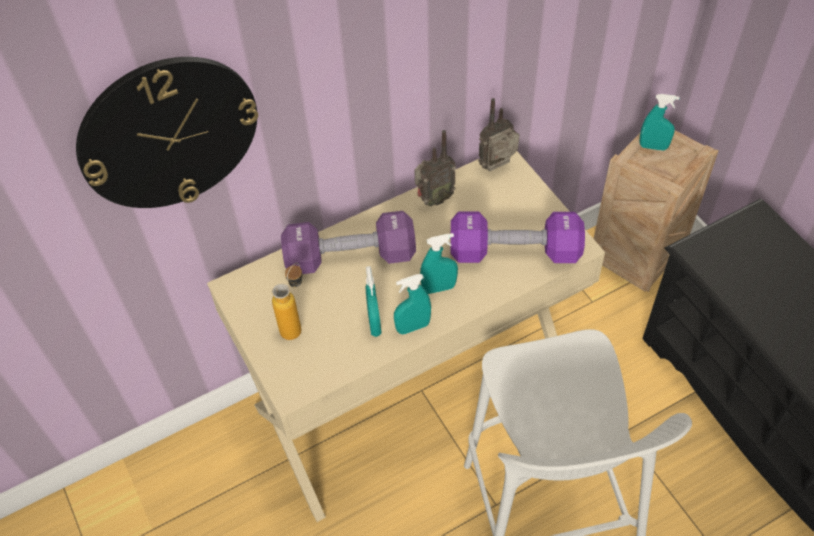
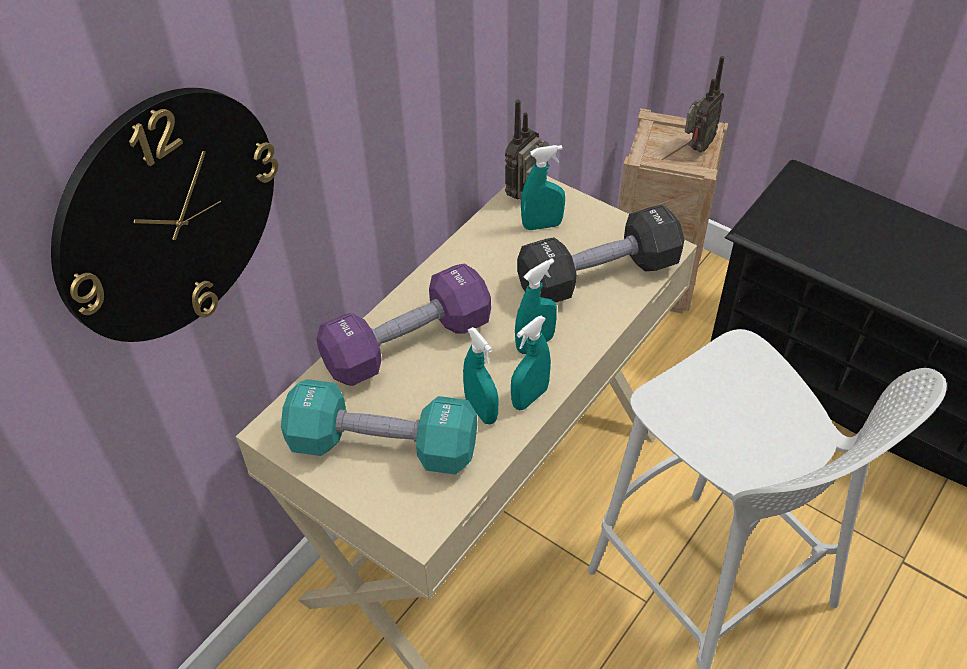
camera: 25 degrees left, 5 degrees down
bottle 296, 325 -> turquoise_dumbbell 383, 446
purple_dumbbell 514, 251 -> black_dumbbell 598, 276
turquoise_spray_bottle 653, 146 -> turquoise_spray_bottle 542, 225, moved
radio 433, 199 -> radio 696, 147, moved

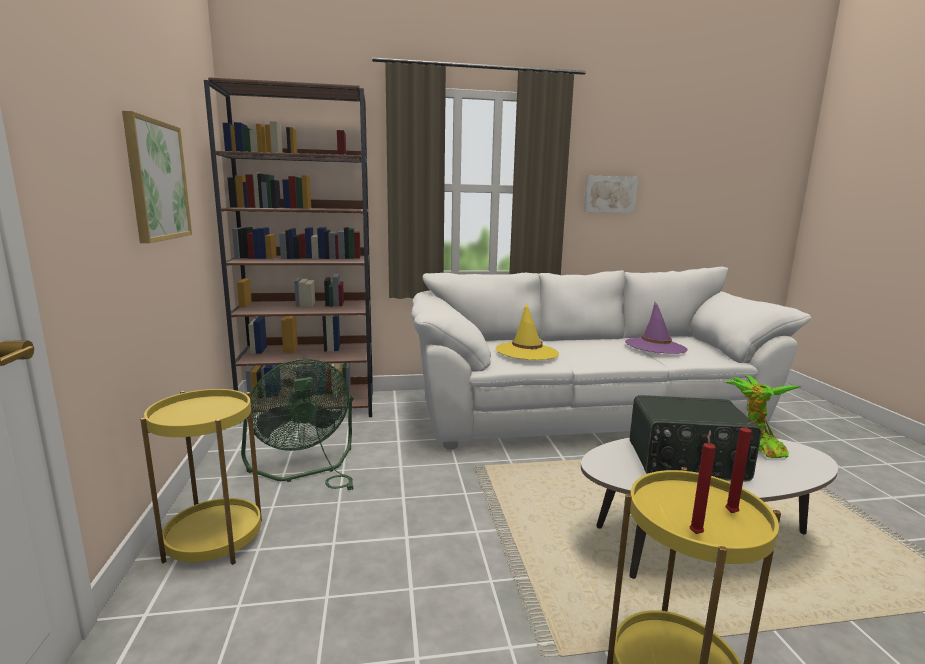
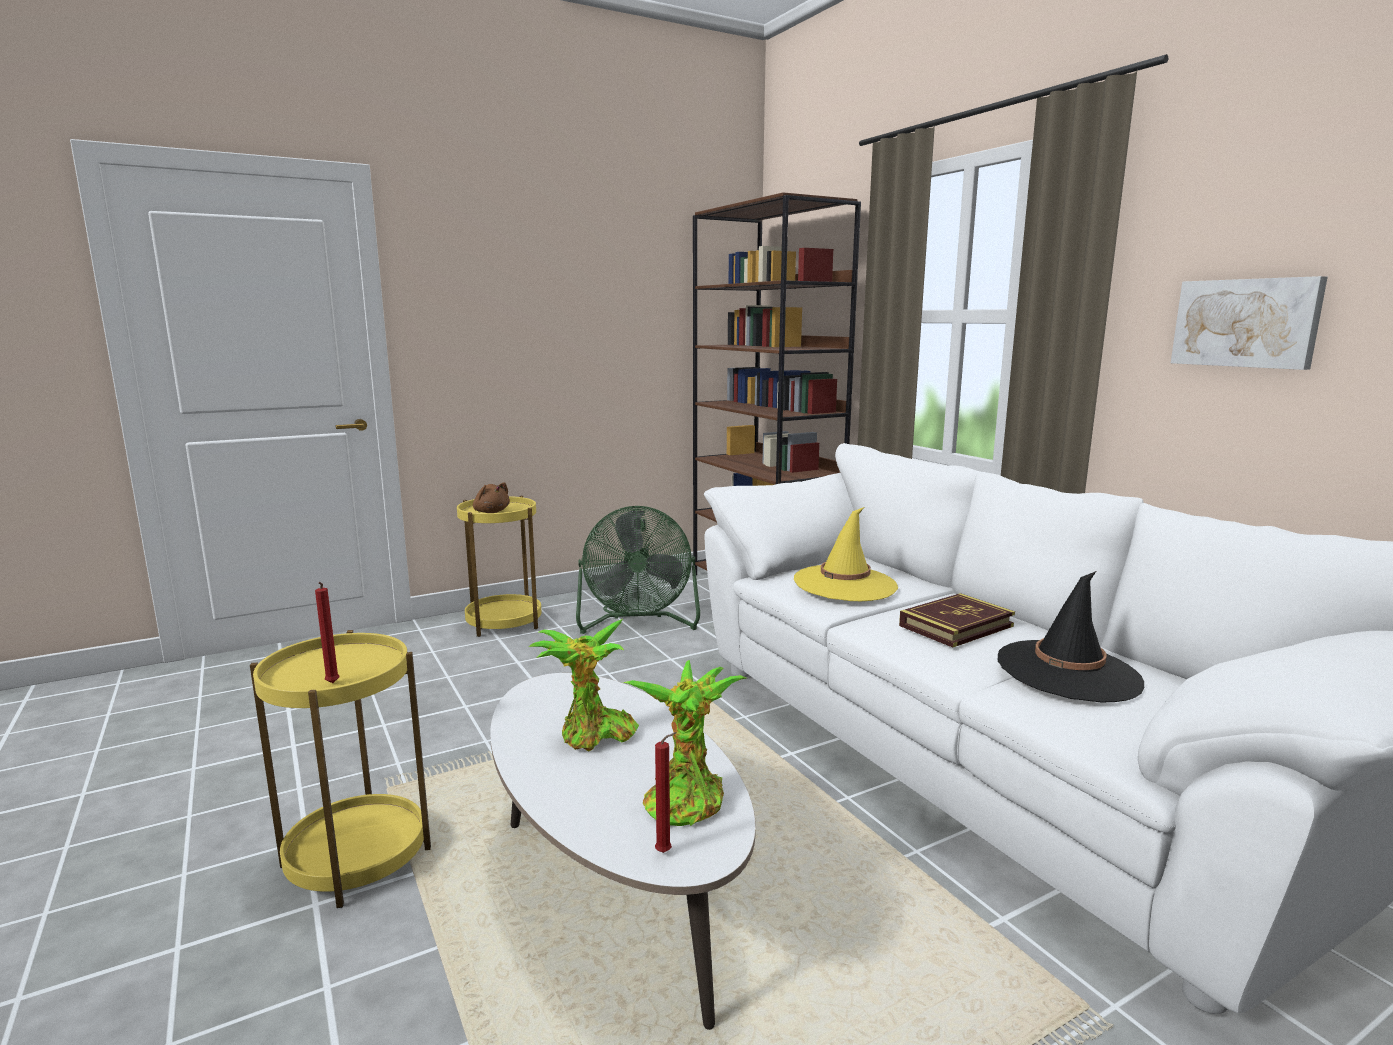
camera: 70 degrees right, 0 degrees up
none -> brown_plush_toy 491, 512
radio 687, 462 -> potted_plant 593, 736
green_fan 310, 468 -> green_fan 634, 622, 135 degrees clockwise
red_candle 696, 532 -> red_candle 666, 853, moved
none -> book 956, 626
purple_hat 655, 346 -> black_hat 1068, 671
picture 157, 180 -> none

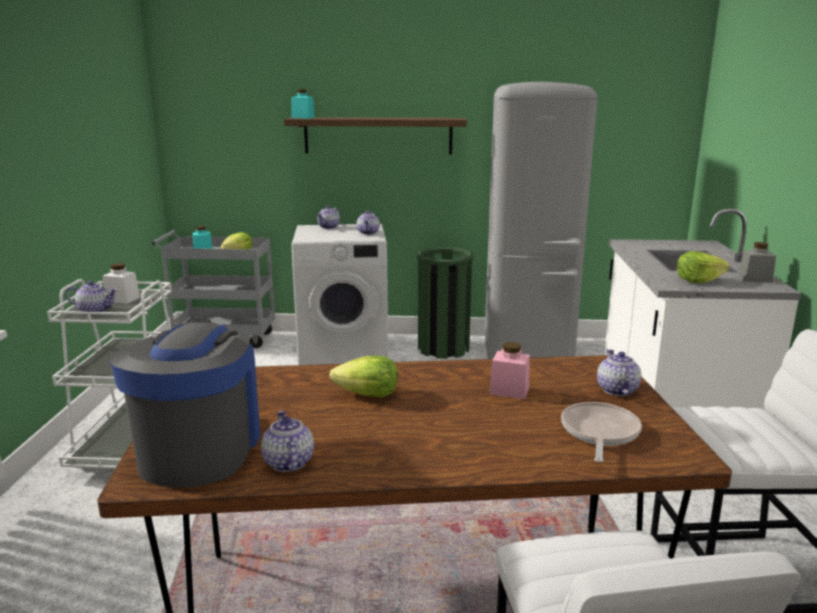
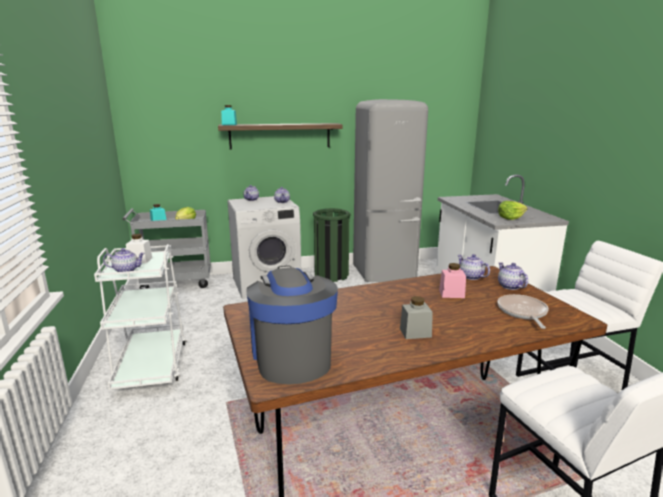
camera: 15 degrees left, 0 degrees up
grey_jar 755, 279 -> grey_jar 415, 333, moved
teapot 287, 462 -> teapot 471, 276, moved
lettuce 368, 394 -> none

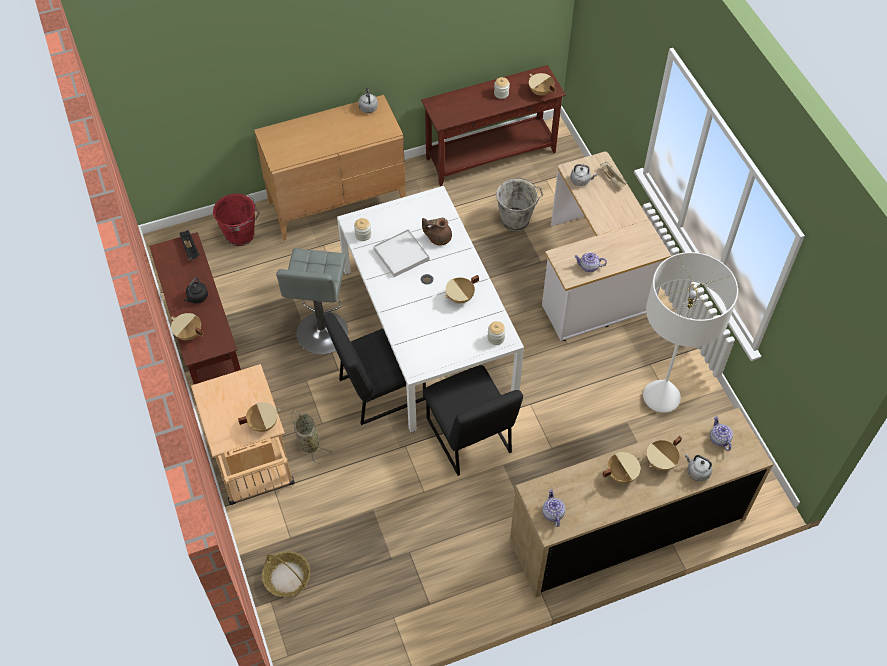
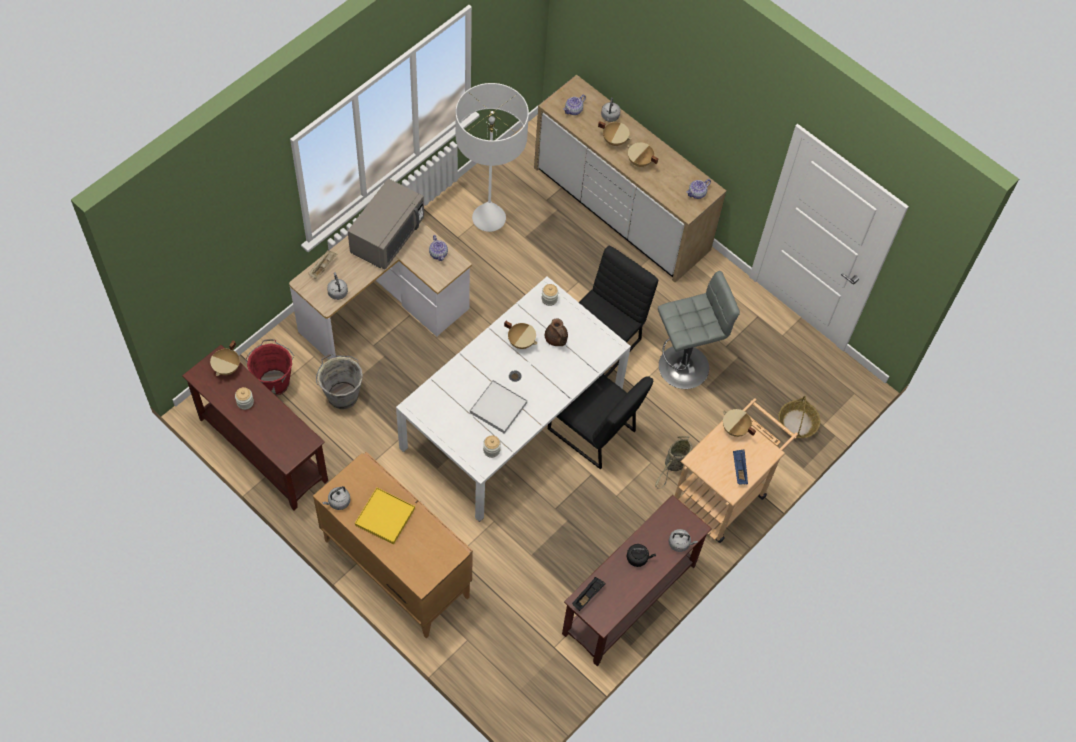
camera: 120 degrees left, 5 degrees up
red_bucket 241, 235 -> red_bucket 274, 381, moved
none -> grey_microwave 387, 237
none -> yellow_tray 385, 517
brown_teapot 438, 238 -> brown_teapot 556, 339, moved
grey_stool 321, 333 -> grey_stool 684, 367, moved
beige_cooking_pot 188, 334 -> grey_kettle 680, 543
none -> blue_tray 739, 469

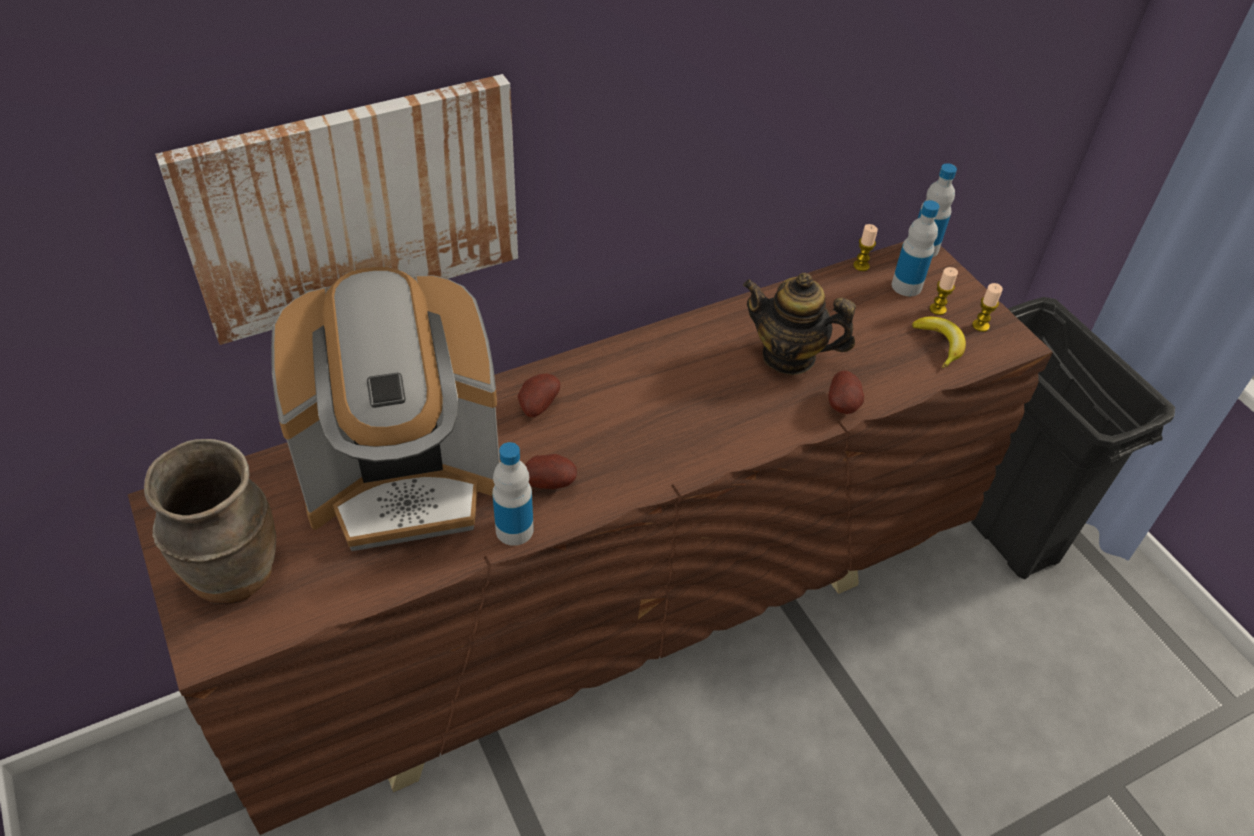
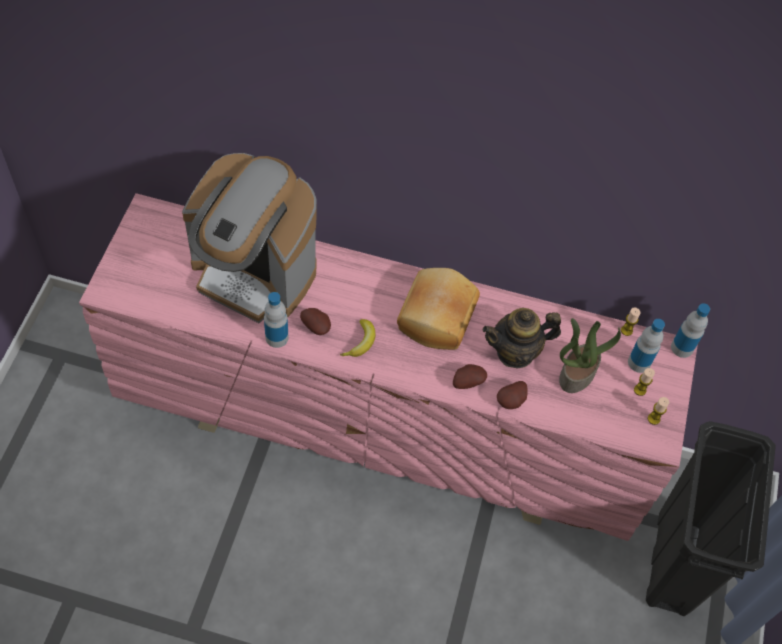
camera: 40 degrees right, 10 degrees up
brown_cabinet 615, 626 -> pink_cabinet 381, 436
banana 939, 344 -> banana 361, 342, moved
none -> bread 435, 317
potato 536, 406 -> potato 467, 381, moved
teapot 789, 356 -> teapot 515, 352, 75 degrees counterclockwise
none -> potted_plant 577, 373
brown_vase 233, 573 -> none
picture 355, 206 -> none

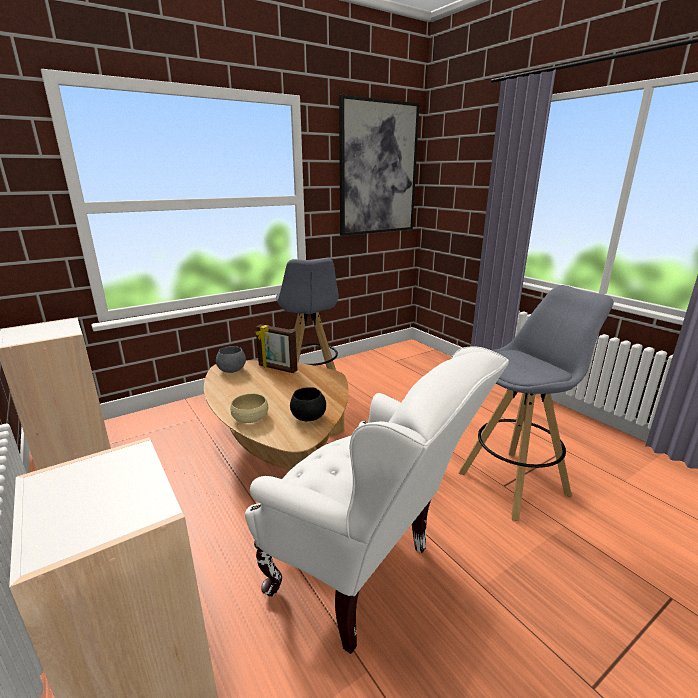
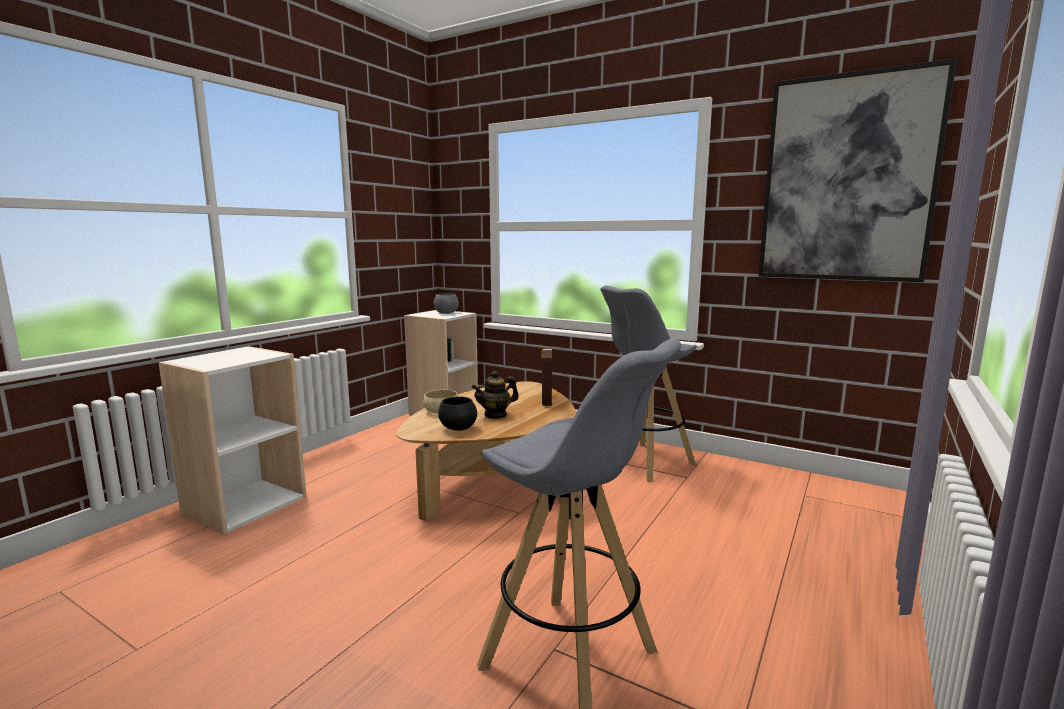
camera: 65 degrees right, 10 degrees down
grey_bowl 231, 370 -> grey_bowl 446, 313, moved
none -> teapot 495, 415
white_armchair 368, 579 -> none

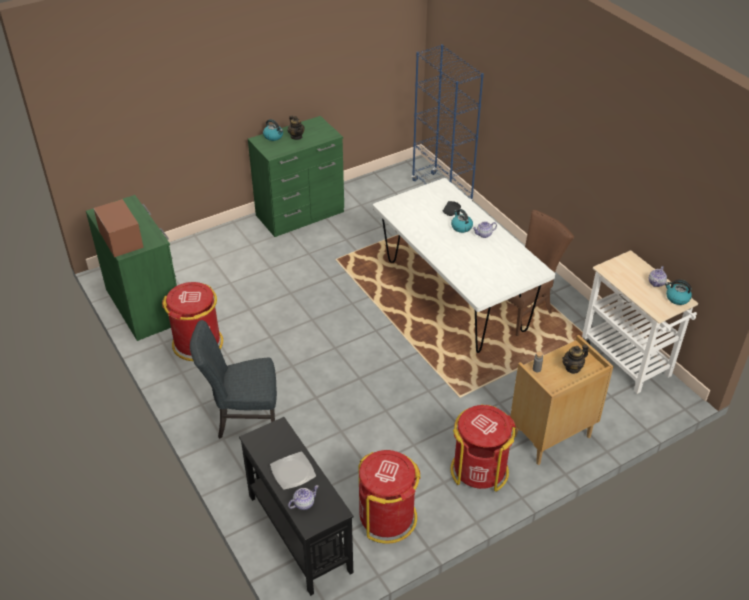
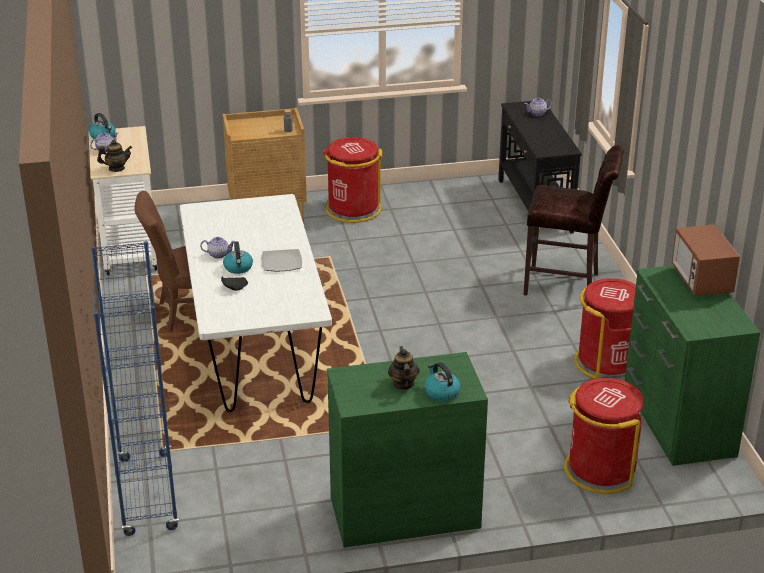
camera: 160 degrees left, 10 degrees down
teapot 573, 368 -> teapot 116, 168, moved
plate 293, 472 -> plate 281, 262, moved
grey_chair 243, 418 -> brown_stool 566, 285
red_trash_can 387, 517 -> red_trash_can 600, 469, moved

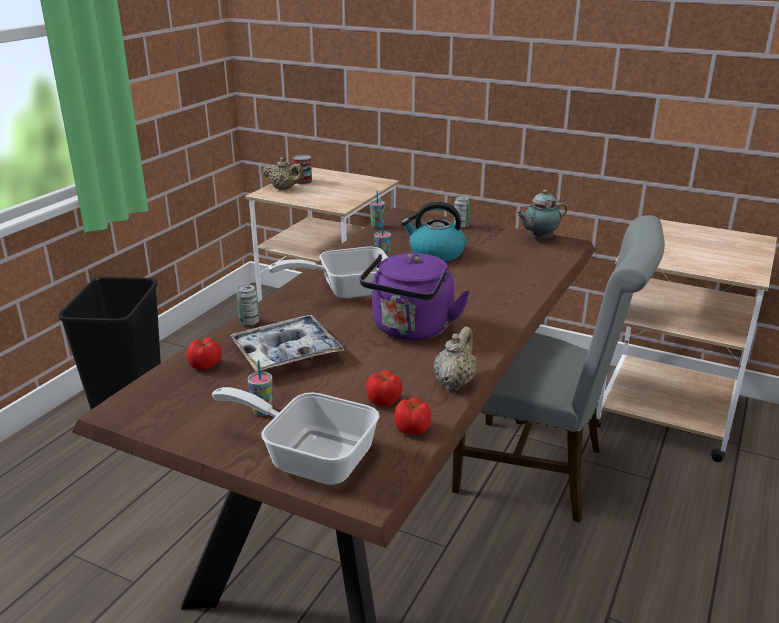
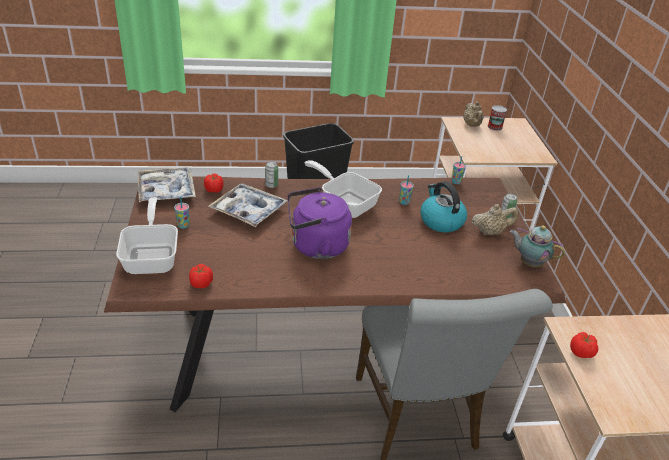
camera: 55 degrees right, 10 degrees up
none -> tray 166, 190
beige_teapot 454, 382 -> beige_teapot 491, 232, moved
tomato 384, 400 -> tomato 581, 352, moved

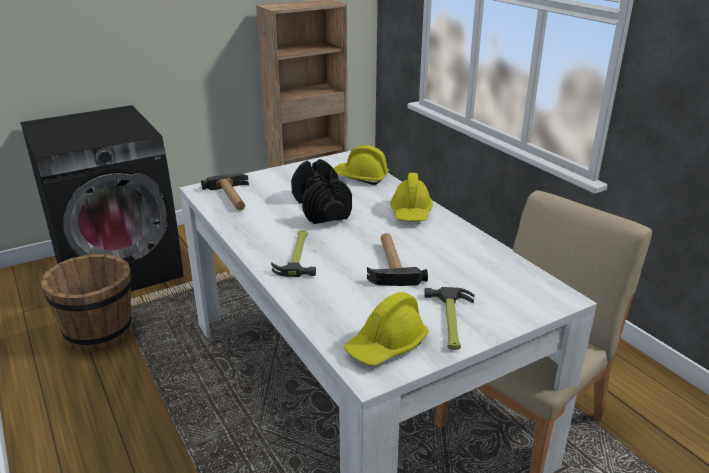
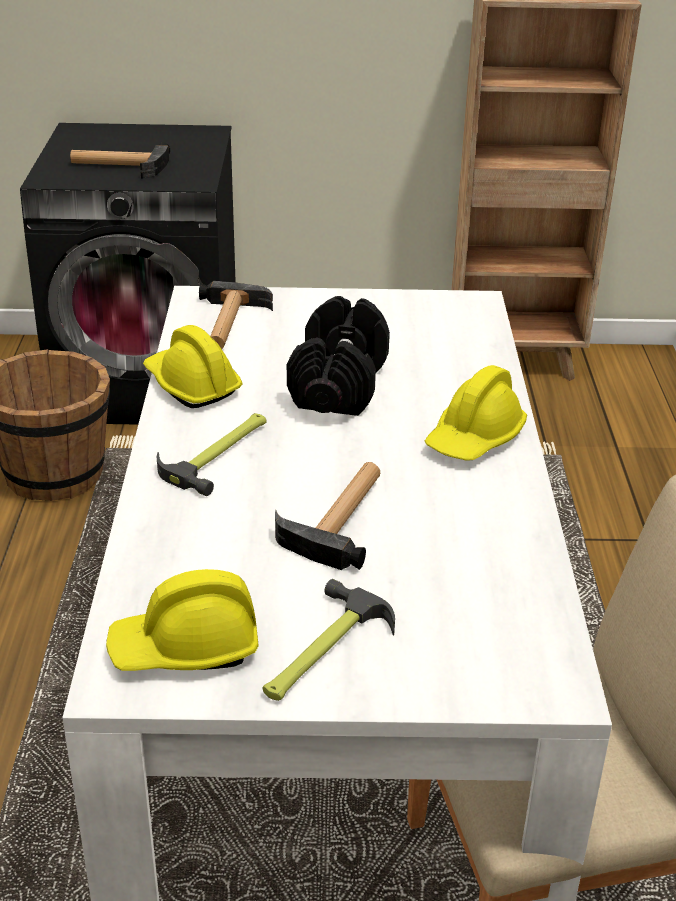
camera: 30 degrees right, 5 degrees up
none -> hammer 119, 166
yellow_hard_hat 360, 177 -> yellow_hard_hat 191, 385, moved

